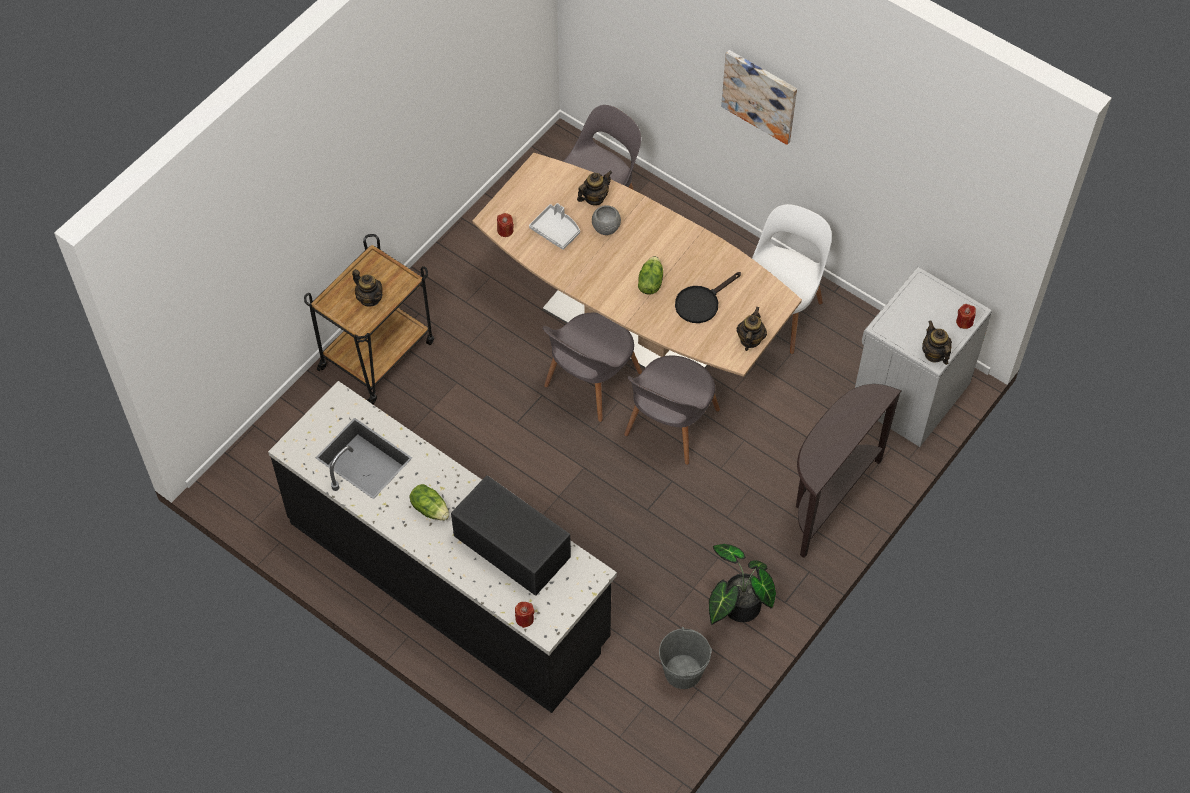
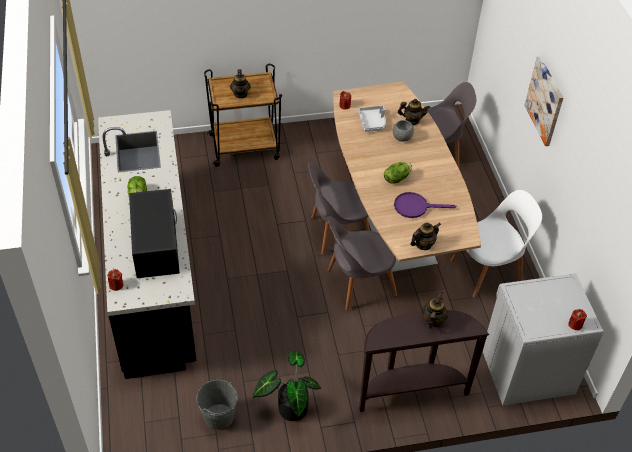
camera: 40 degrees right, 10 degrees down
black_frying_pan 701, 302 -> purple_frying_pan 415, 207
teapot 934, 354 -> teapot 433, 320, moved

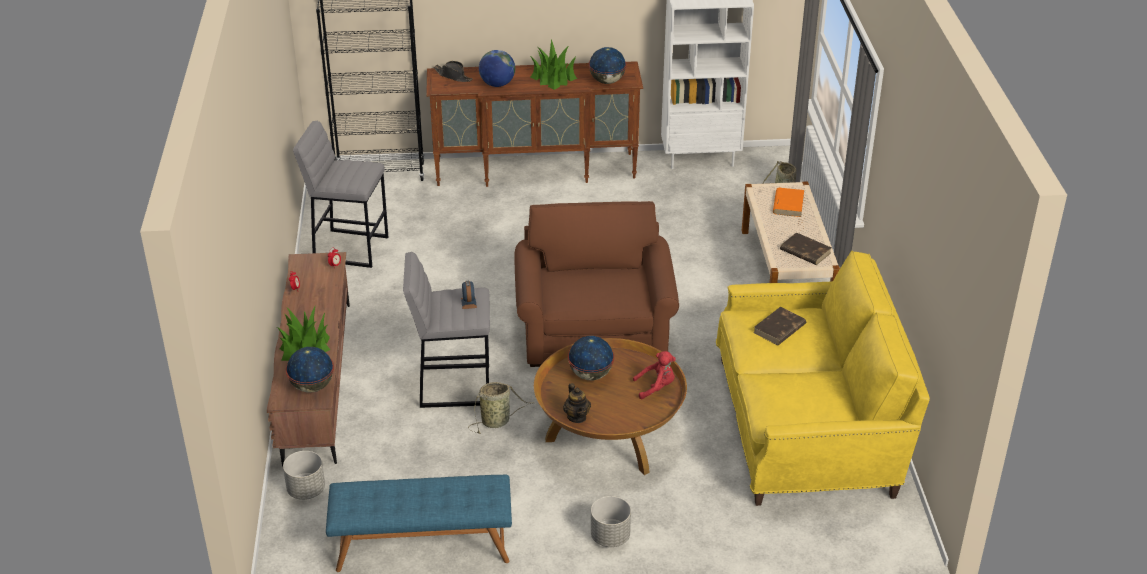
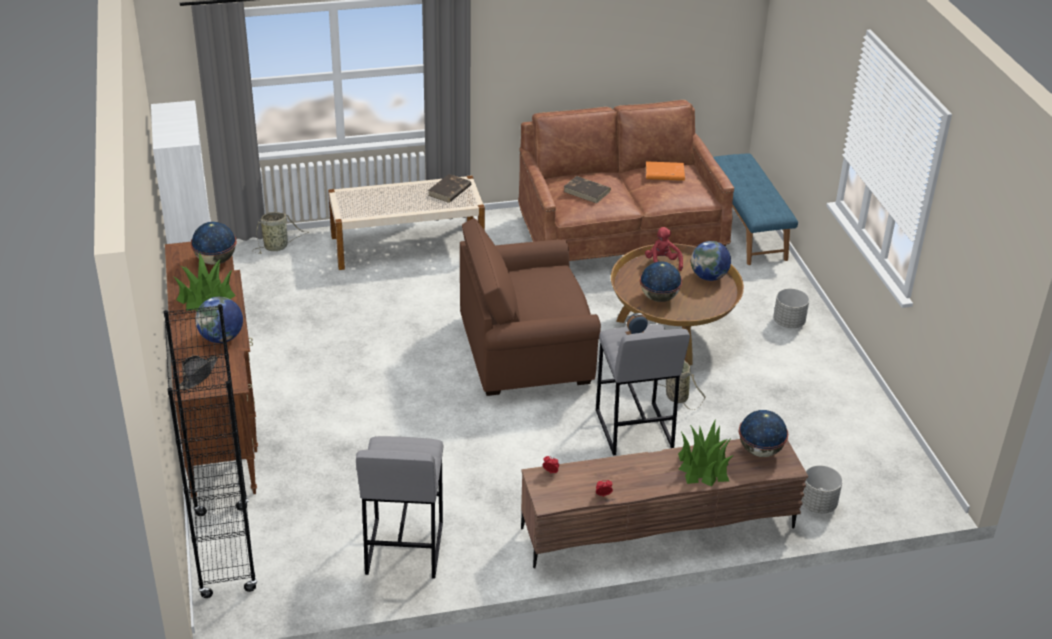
camera: 100 degrees left, 0 degrees up
yellow_sofa 808, 425 -> brown_sofa 619, 234
orange_book 788, 204 -> orange_book 664, 174, moved
none -> globe 709, 277
blue_bench 422, 547 -> blue_bench 746, 228, moved
teapot 577, 417 -> none

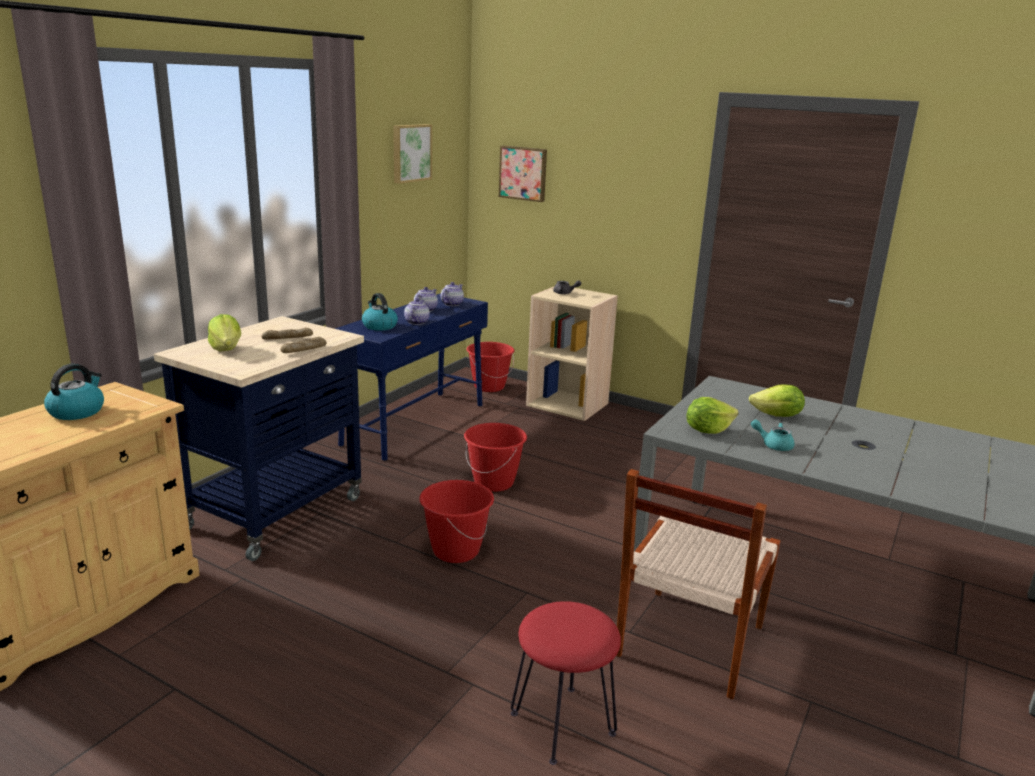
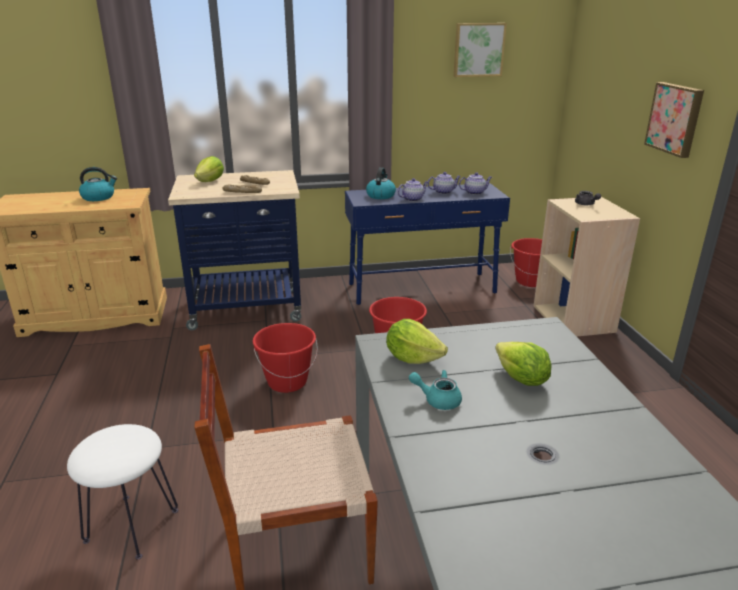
camera: 50 degrees right, 5 degrees up
red_stool 563, 723 -> white_stool 132, 526
turquoise_teapot 773, 445 -> turquoise_teapot 437, 399, 60 degrees counterclockwise
picture 523, 173 -> picture 675, 119, moved

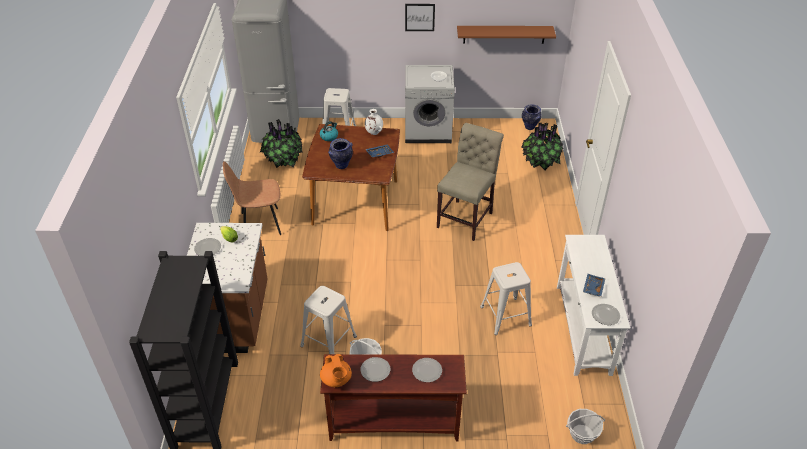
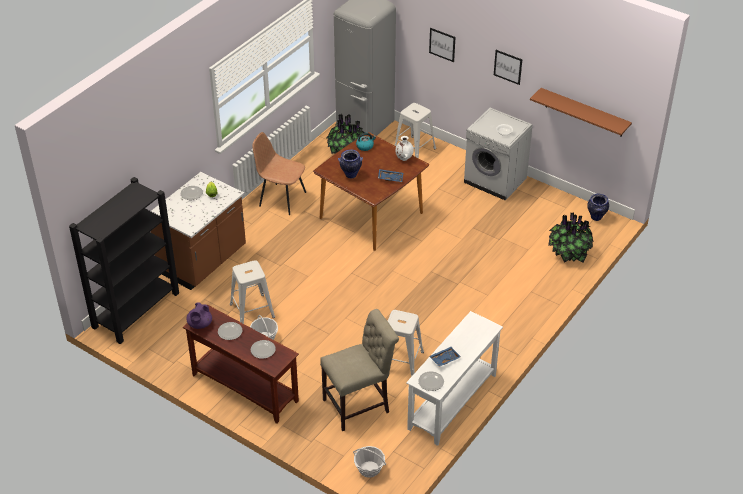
camera: 35 degrees right, 0 degrees up
orange_teapot 336, 380 -> purple_teapot 199, 324
beige_chair 467, 218 -> beige_chair 360, 405, moved
none -> picture 442, 44

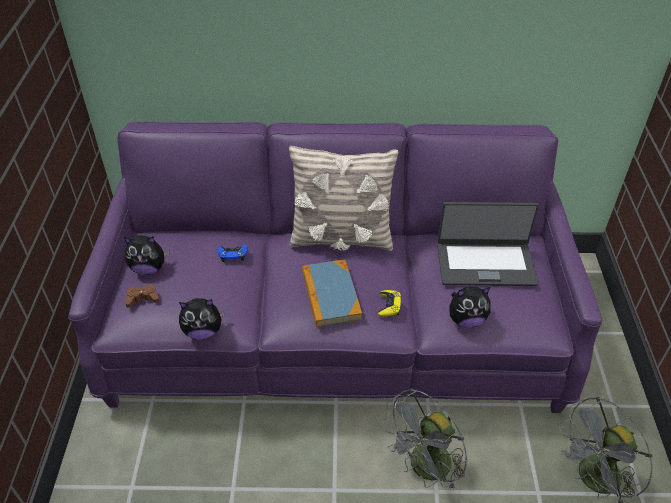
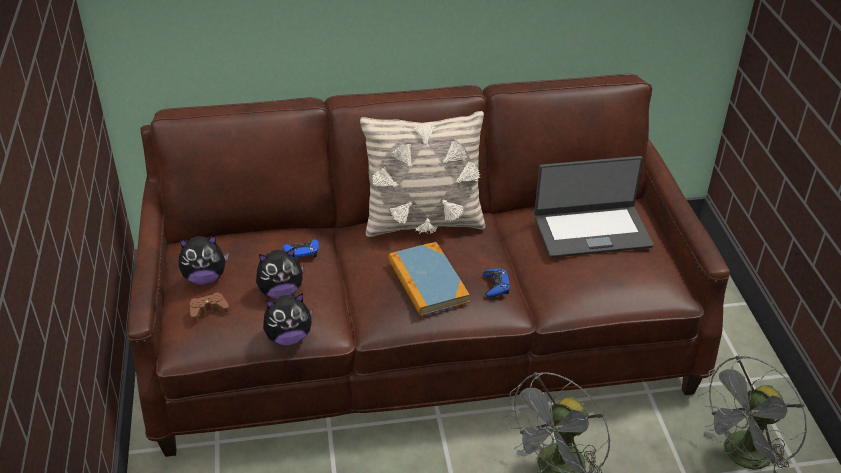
camera: 10 degrees left, 5 degrees down
purple_sofa 335, 328 -> brown_sofa 419, 336
plush_toy 466, 319 -> plush_toy 281, 292, moved
yellow_game_controller 389, 306 -> blue_game_controller 496, 286

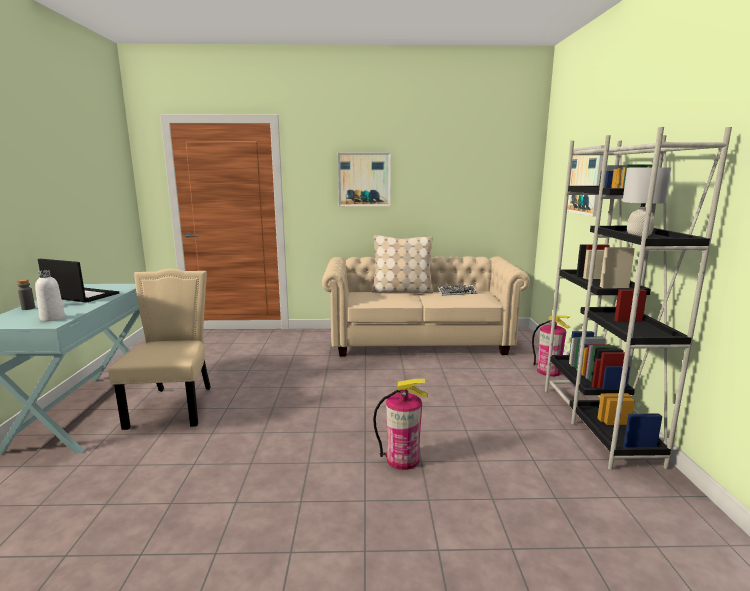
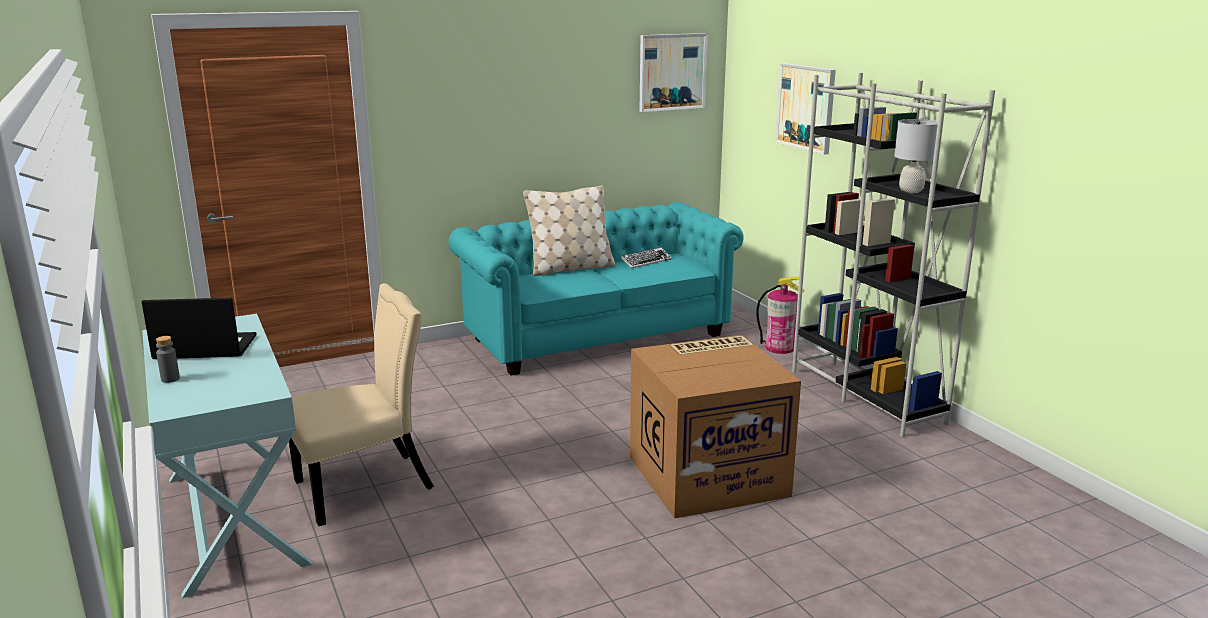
camera: 25 degrees left, 5 degrees up
beige_chair 173, 408 -> beige_chair 361, 487, 90 degrees clockwise
beige_sofa 419, 342 -> turquoise_sofa 598, 337
fire_extinguisher 402, 459 -> cardboard_box 708, 474
picture 364, 179 -> picture 672, 72, moved
white_bottle 52, 318 -> none

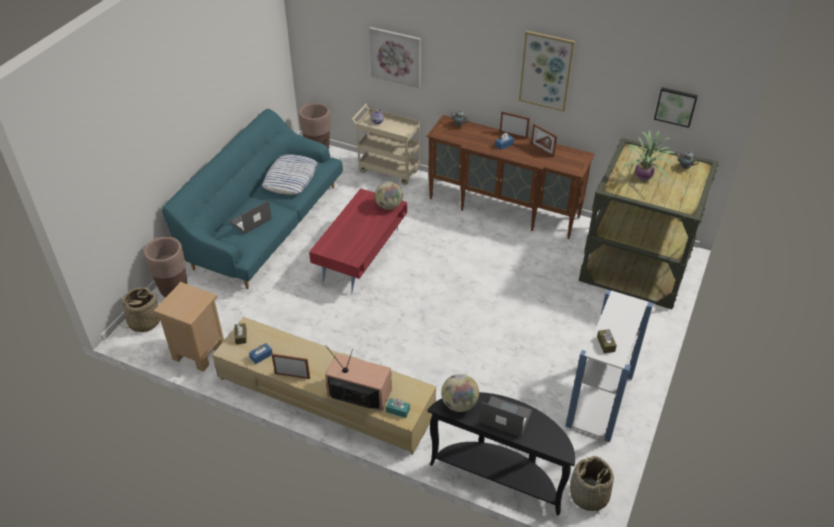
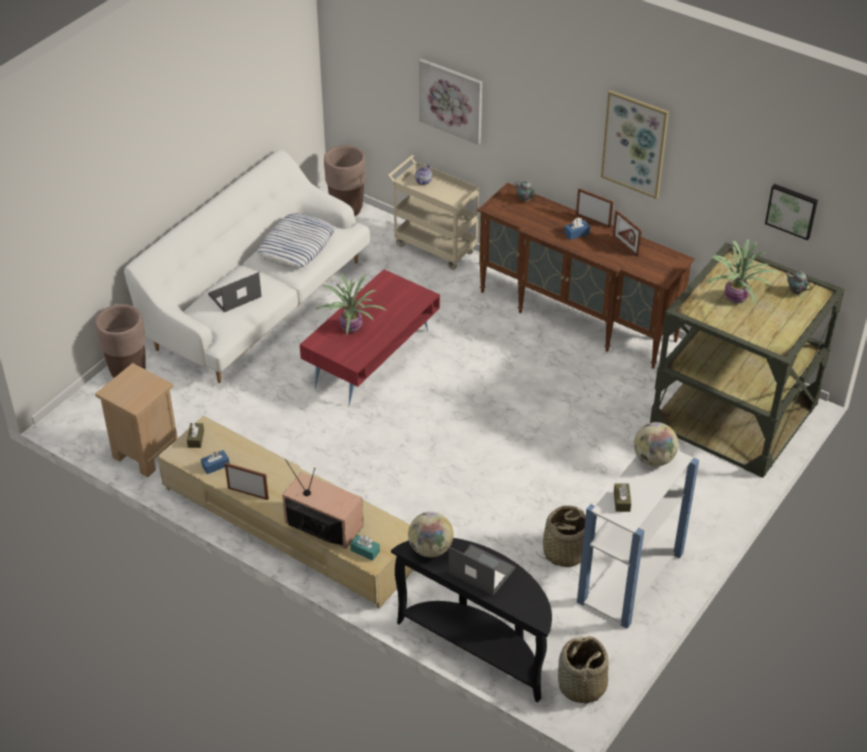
camera: 10 degrees right, 0 degrees up
turquoise_sofa 264, 225 -> white_sofa 256, 303
none -> potted_plant 350, 328
basket 144, 322 -> basket 564, 552, moved
globe 388, 206 -> globe 653, 459, moved

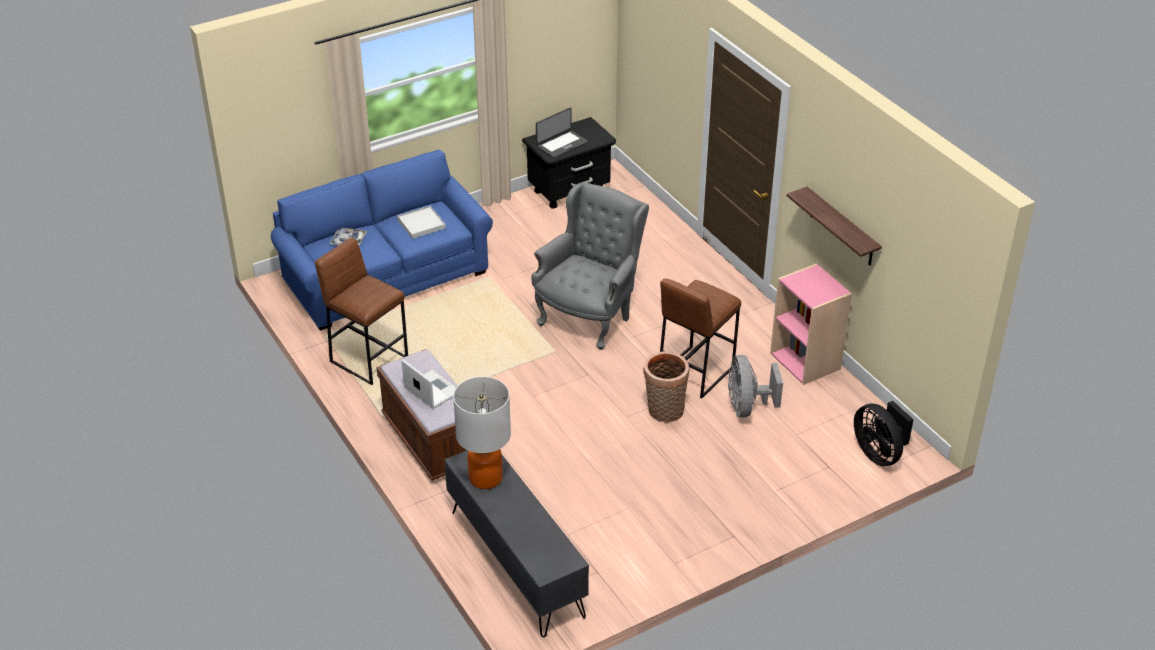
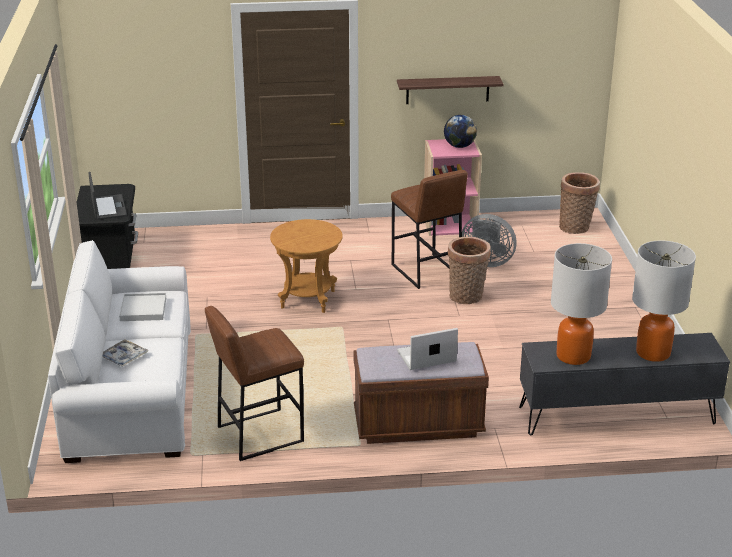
camera: 65 degrees left, 10 degrees down
blue_sofa 386, 277 -> white_sofa 131, 394
grey_armchair 589, 317 -> brown_side_table 308, 299
none -> globe 459, 146
black_fan 879, 453 -> basket 576, 228
none -> table_lamp 652, 353

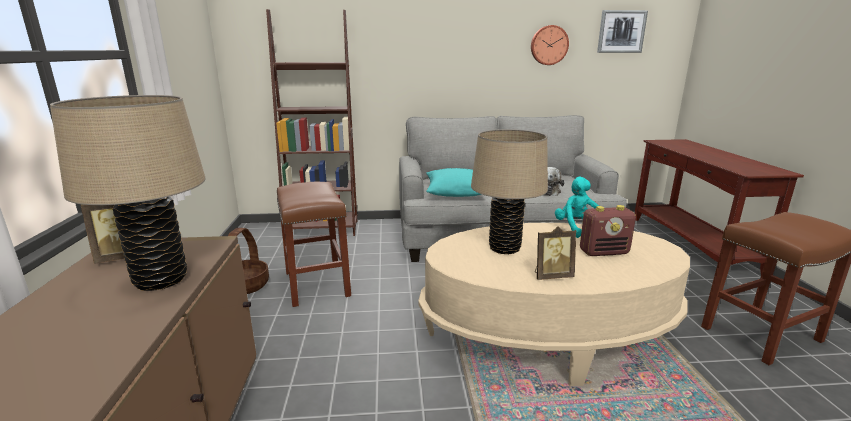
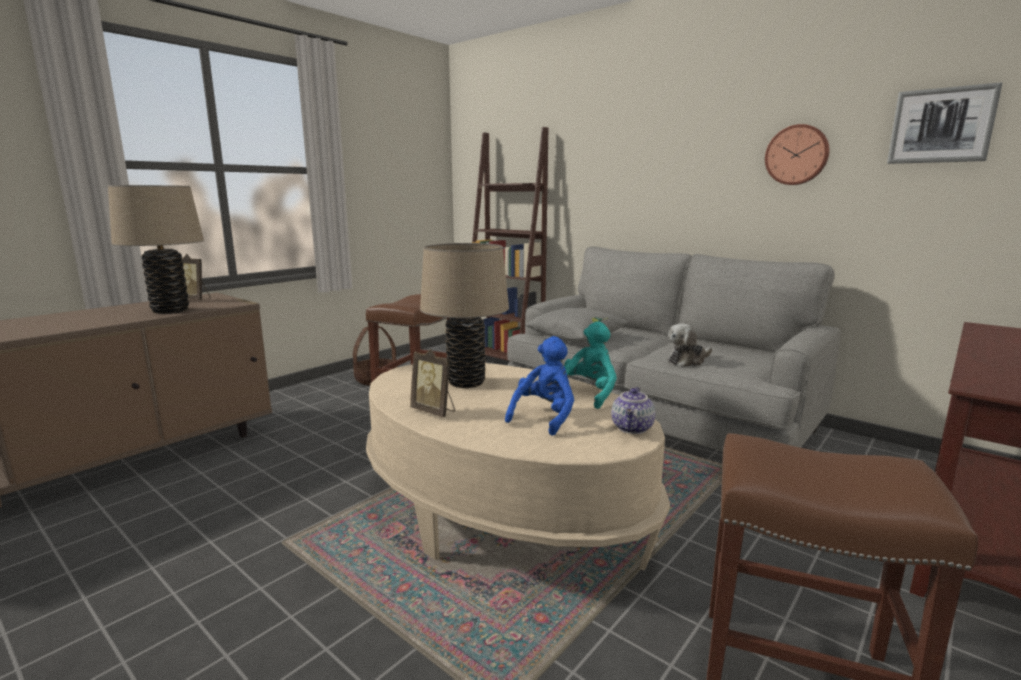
camera: 45 degrees right, 5 degrees down
radio 604, 252 -> blue_plush_toy 544, 417
turquoise_pillow 455, 193 -> grey_pillow 576, 338
none -> teapot 633, 428

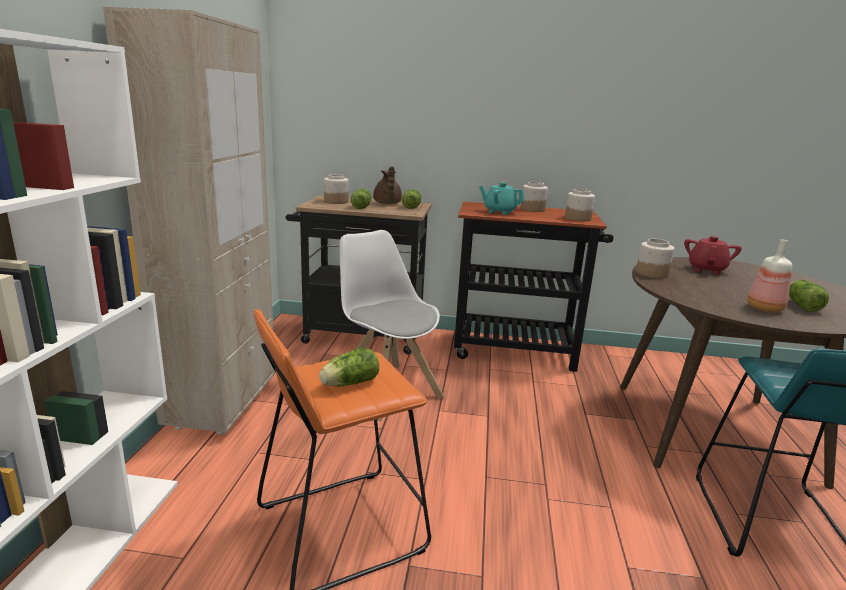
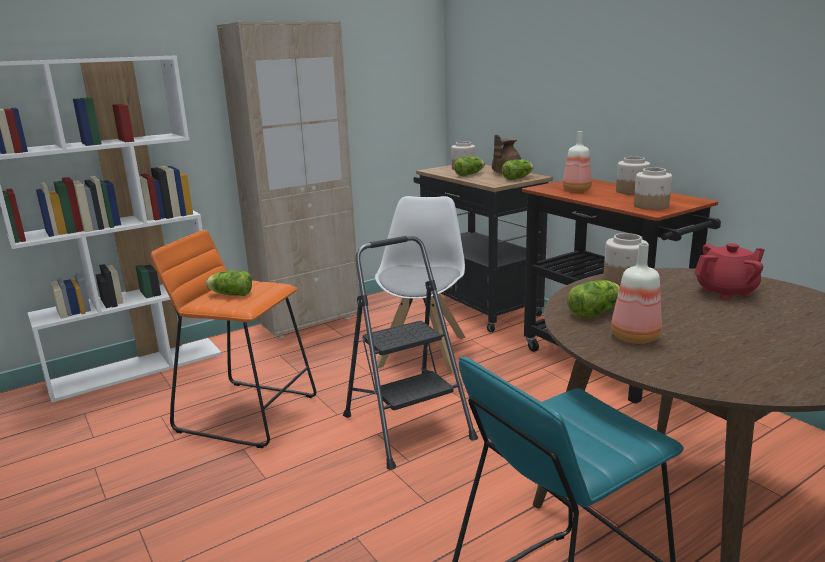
camera: 50 degrees right, 0 degrees up
none -> black_step_ladder 406, 423
turquoise_teapot 499, 212 -> bottle 577, 190
lettuce 801, 305 -> lettuce 596, 312, moved

